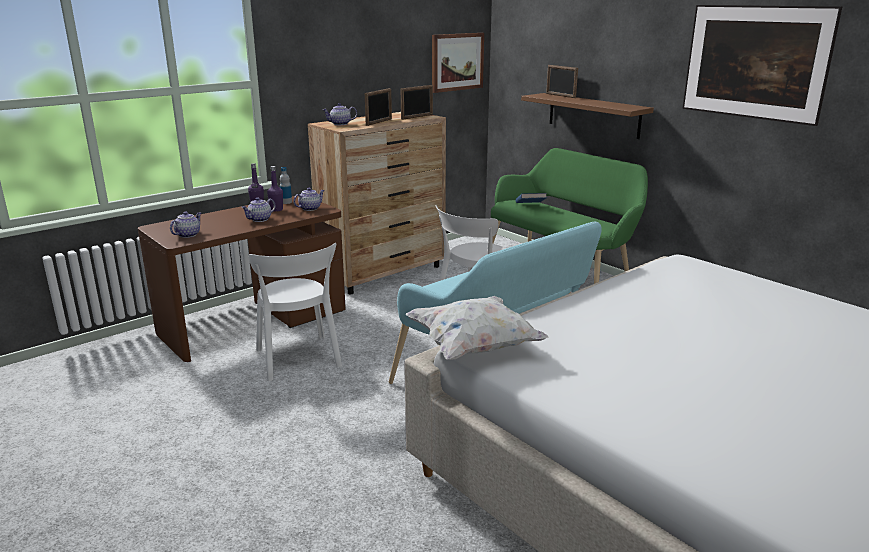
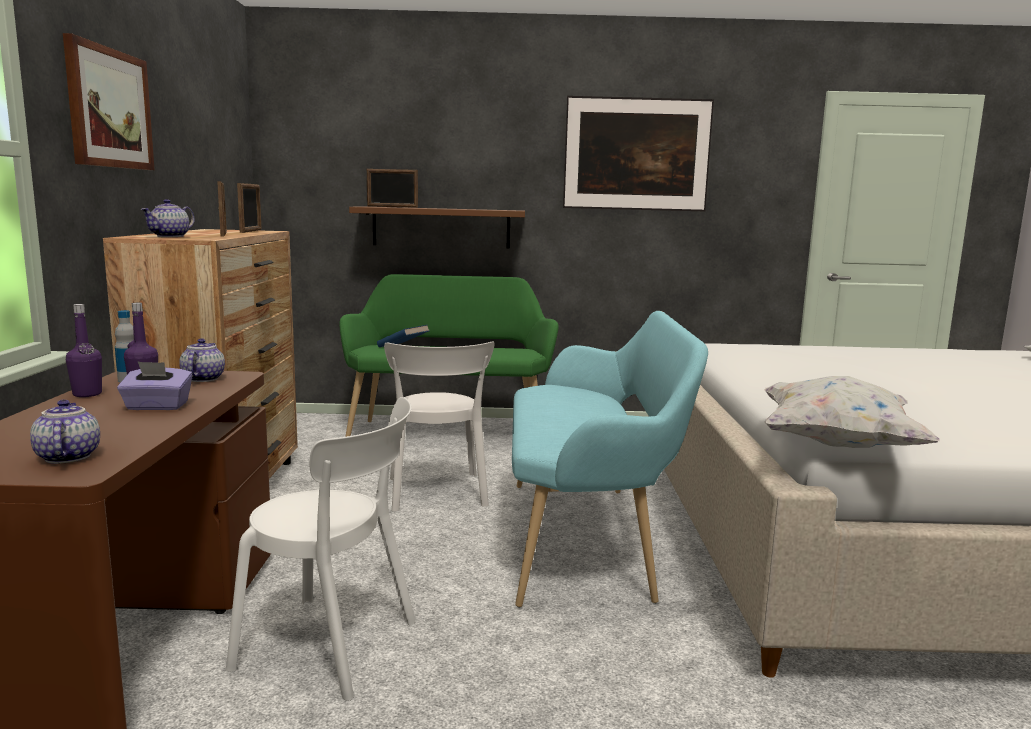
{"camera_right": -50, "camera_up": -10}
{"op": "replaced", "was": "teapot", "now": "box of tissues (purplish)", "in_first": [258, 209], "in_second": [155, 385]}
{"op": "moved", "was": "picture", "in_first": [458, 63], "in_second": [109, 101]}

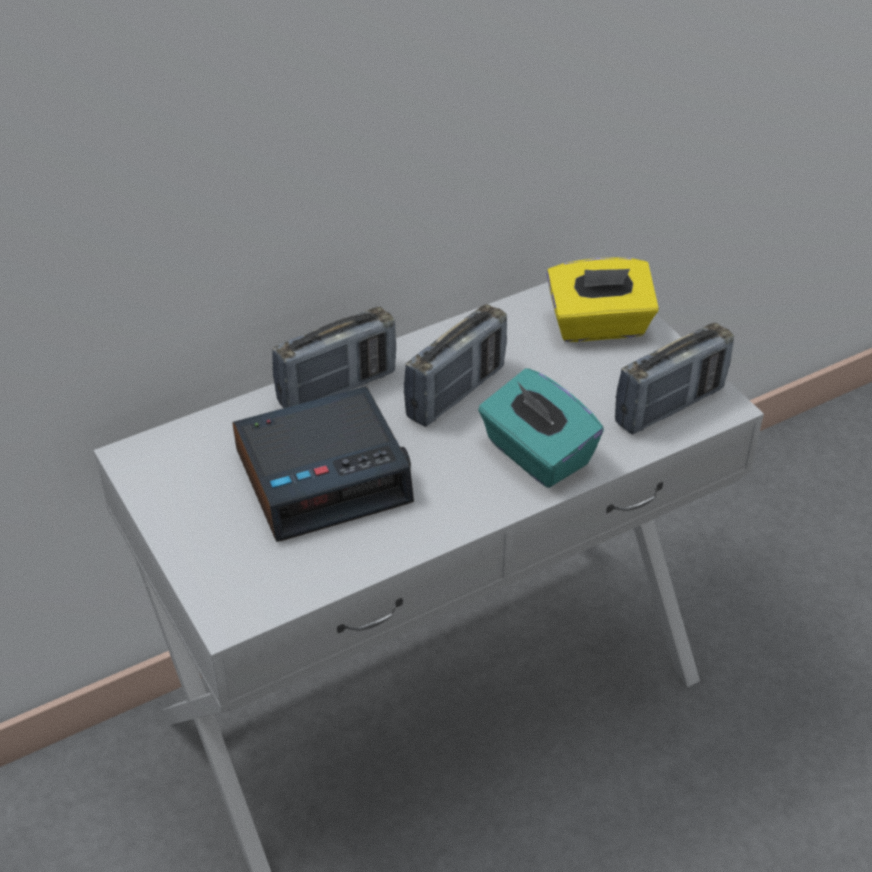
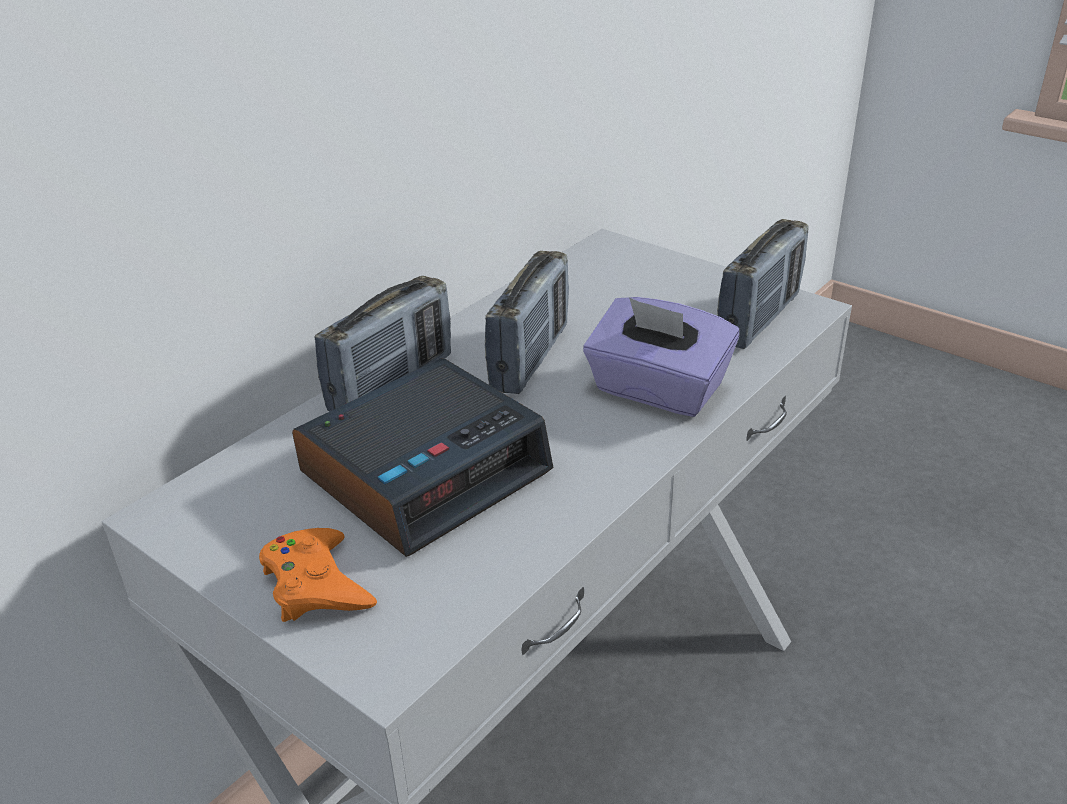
{"camera_right": -20, "camera_up": -10}
{"op": "recoloured", "was": "box of tissues (turquoise-coloured)", "now": "box of tissues (purplish)", "in_first": [541, 428], "in_second": [661, 357]}
{"op": "removed", "was": "box of tissues (yellowish)", "in_first": [603, 299]}
{"op": "added", "now": "gamepad (orange-coloured)", "in_second": [318, 575]}

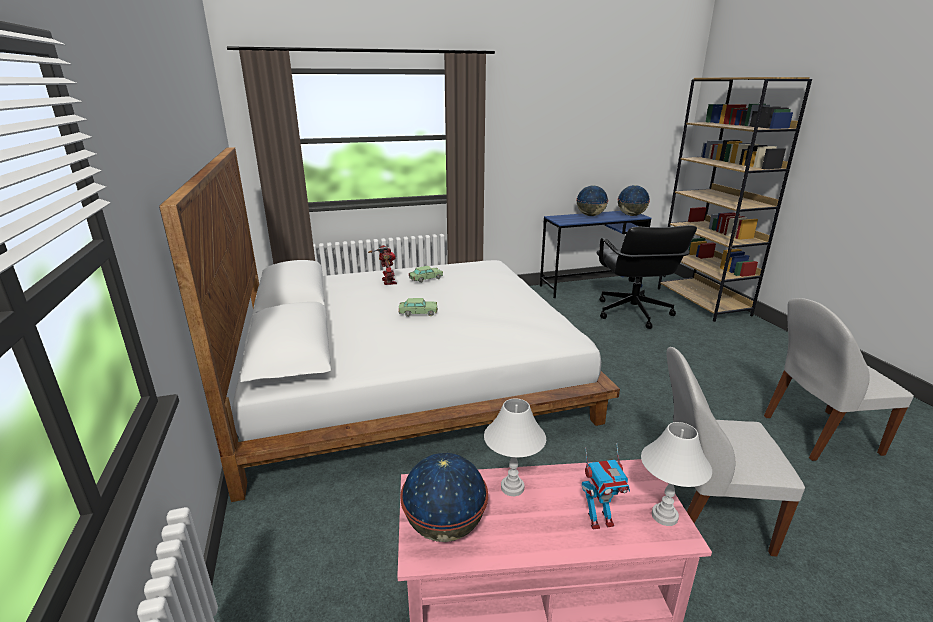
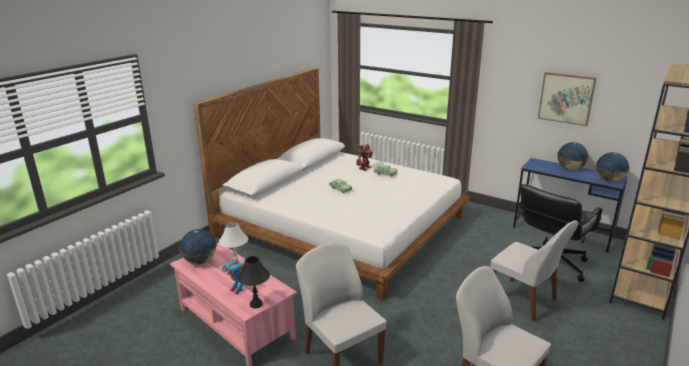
{"camera_right": 50, "camera_up": 0}
{"op": "recoloured", "was": "lamp for a table (white)", "now": "lamp for a table (blackish)", "in_first": [676, 474], "in_second": [253, 282]}
{"op": "added", "now": "upright chair (white)", "in_second": [534, 271]}
{"op": "added", "now": "picture", "in_second": [567, 99]}

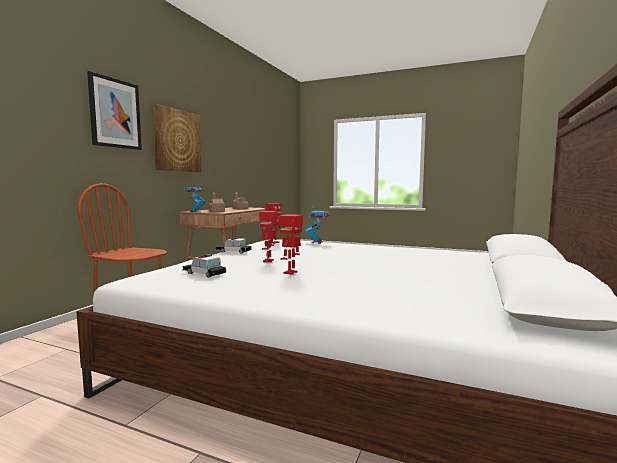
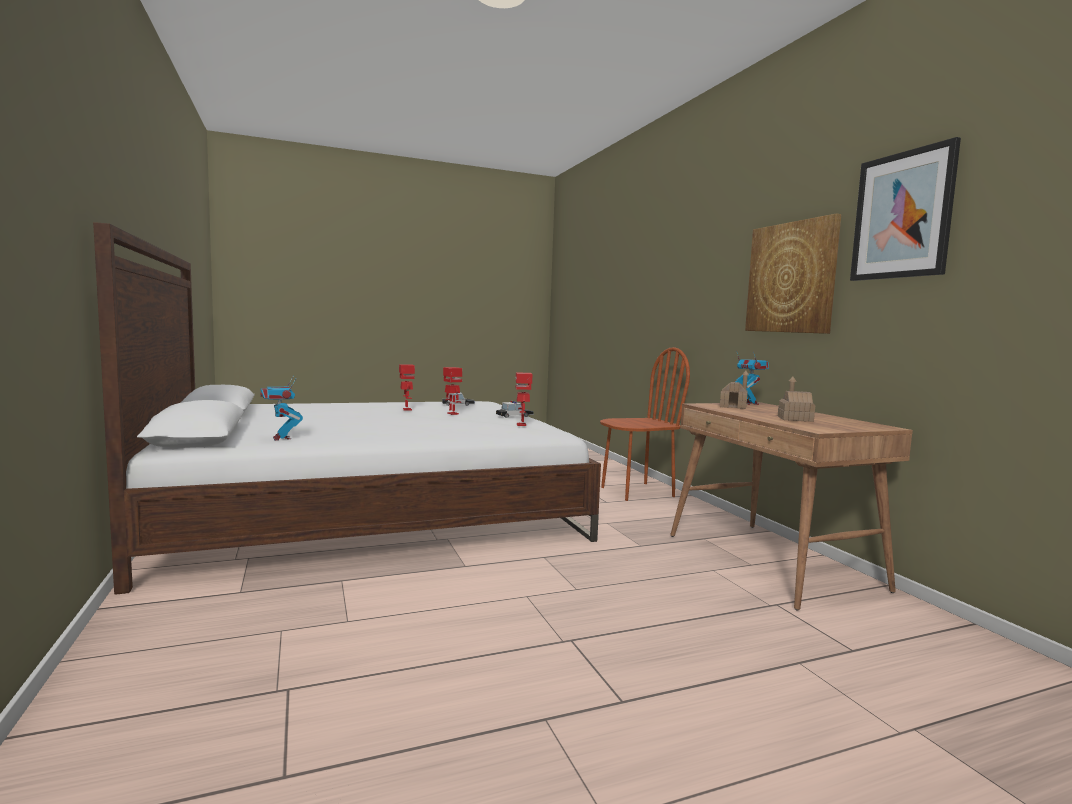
{"camera_right": 135, "camera_up": 0}
{"op": "moved", "was": "picture", "in_first": [114, 110], "in_second": [905, 209]}
{"op": "moved", "was": "toy robot", "in_first": [317, 224], "in_second": [281, 408]}

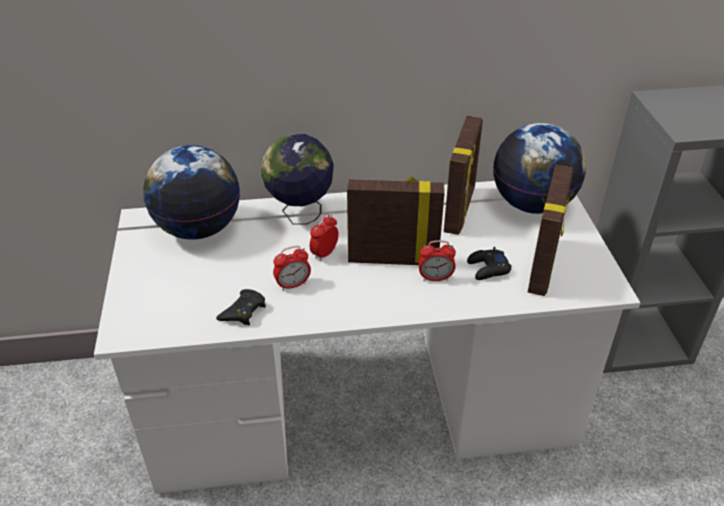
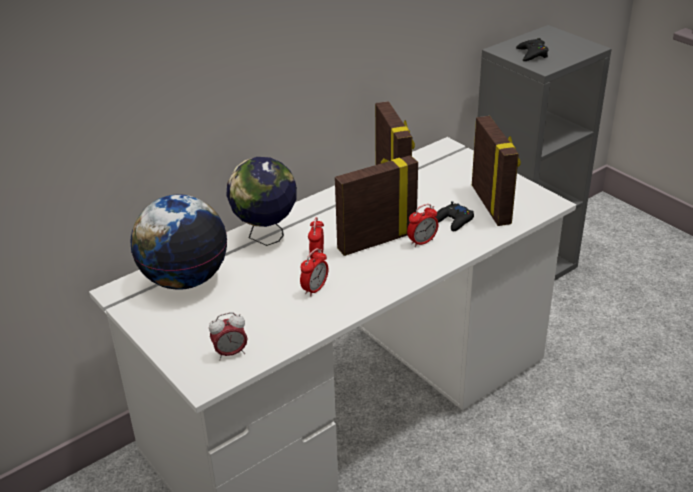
{"camera_right": -30, "camera_up": -5}
{"op": "moved", "was": "gamepad (blackish)", "in_first": [241, 307], "in_second": [532, 49]}
{"op": "removed", "was": "world globe", "in_first": [539, 168]}
{"op": "added", "now": "table clock", "in_second": [228, 336]}

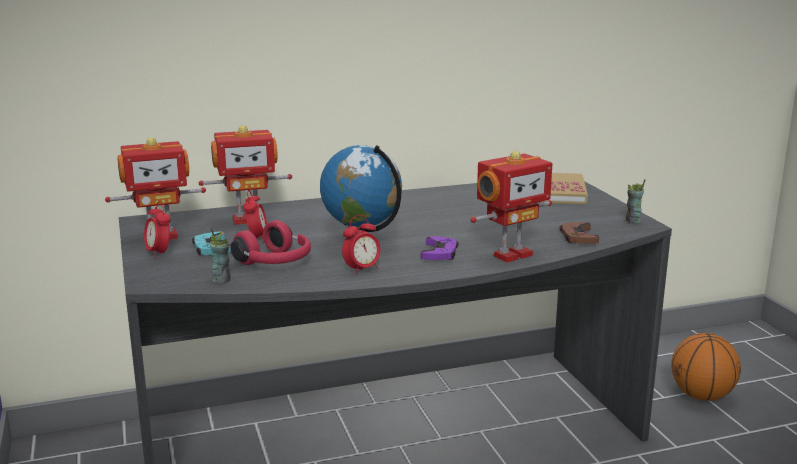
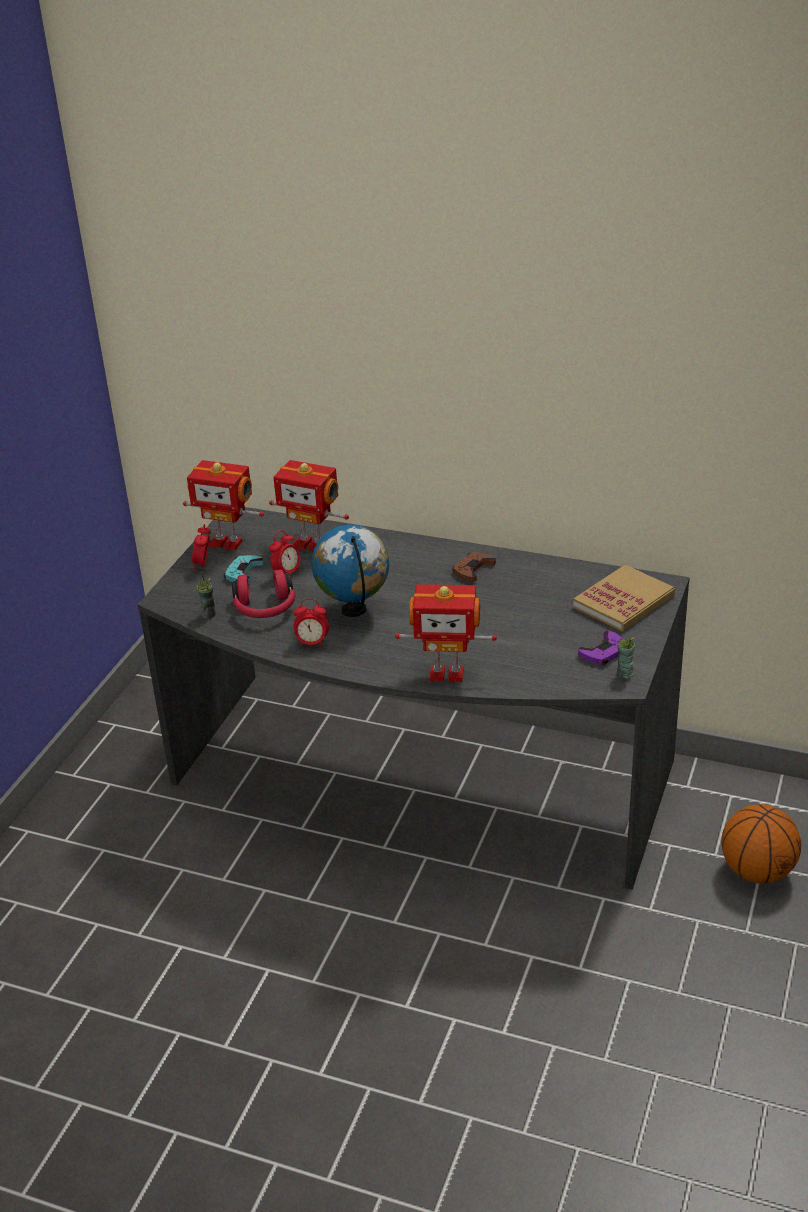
{"camera_right": 40, "camera_up": 15}
{"op": "moved", "was": "gamepad (purplish)", "in_first": [440, 248], "in_second": [601, 648]}
{"op": "moved", "was": "gamepad (brown)", "in_first": [579, 233], "in_second": [474, 567]}

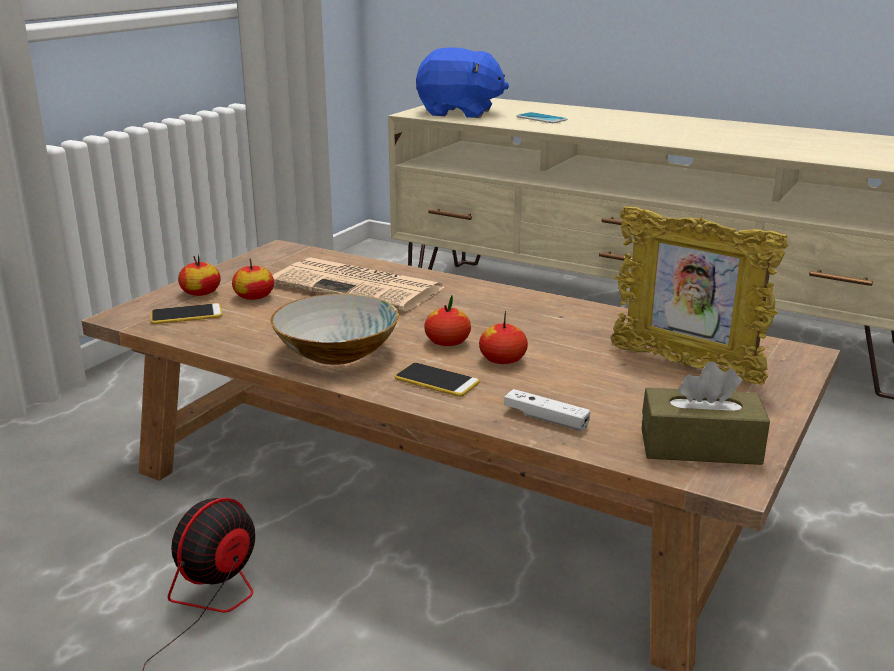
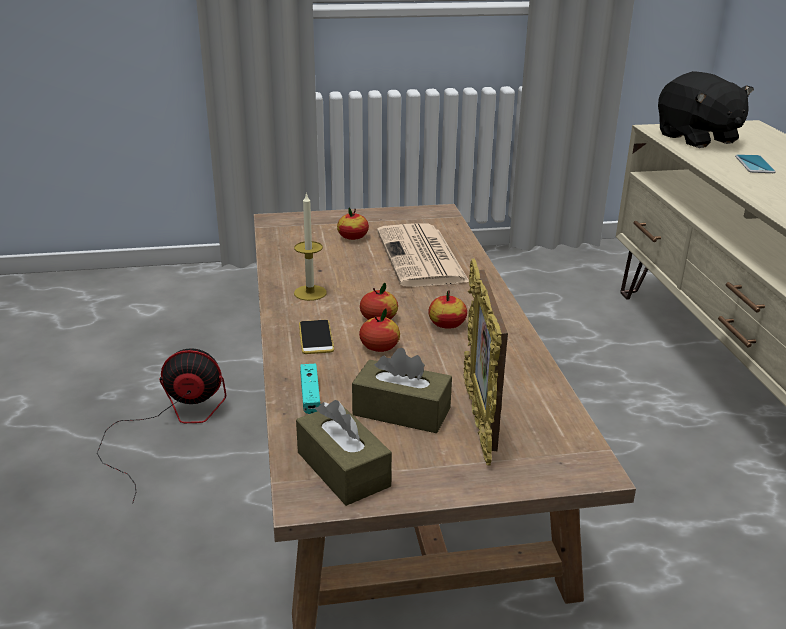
{"camera_right": 50, "camera_up": 5}
{"op": "removed", "was": "handset", "in_first": [186, 313]}
{"op": "moved", "was": "apple", "in_first": [199, 275], "in_second": [447, 309]}
{"op": "replaced", "was": "deep dish", "now": "wax light", "in_first": [334, 329], "in_second": [310, 247]}
{"op": "recoloured", "was": "soft toy (blue)", "now": "soft toy (blackish)", "in_first": [462, 82], "in_second": [706, 109]}
{"op": "recoloured", "was": "gamepad (white)", "now": "gamepad (turquoise-coloured)", "in_first": [547, 410], "in_second": [310, 388]}
{"op": "added", "now": "box of tissues (brown)", "in_second": [402, 390]}

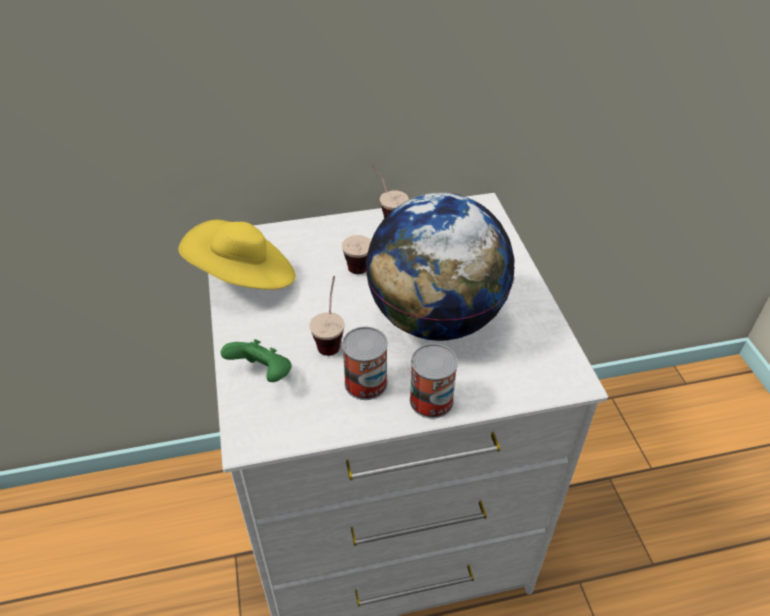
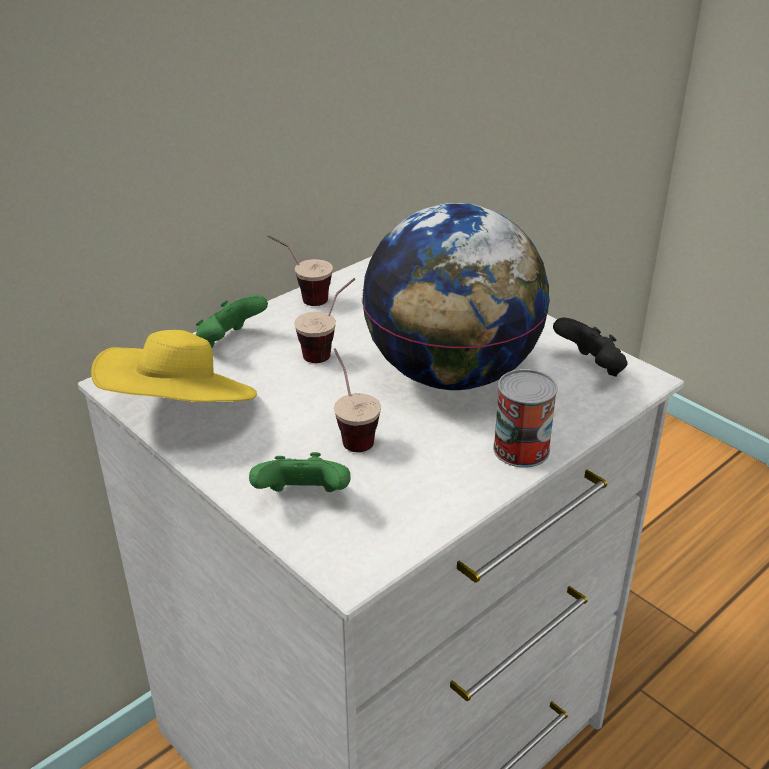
{"camera_right": -30, "camera_up": -10}
{"op": "removed", "was": "metal can", "in_first": [365, 363]}
{"op": "added", "now": "gamepad (green)", "in_second": [231, 321]}
{"op": "added", "now": "gamepad (blackish)", "in_second": [590, 347]}

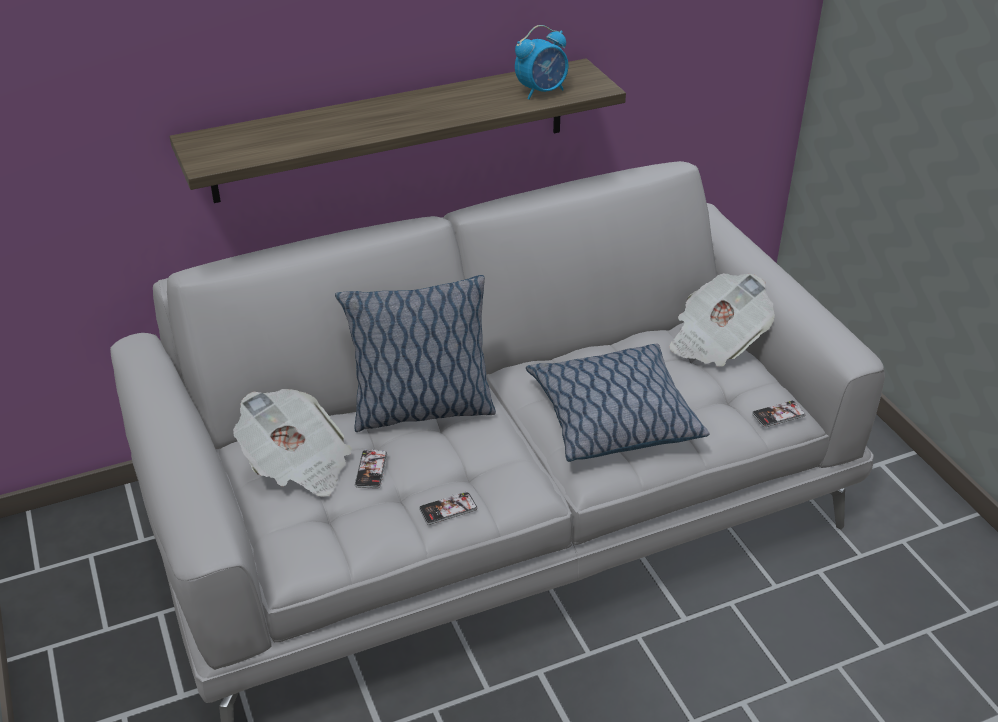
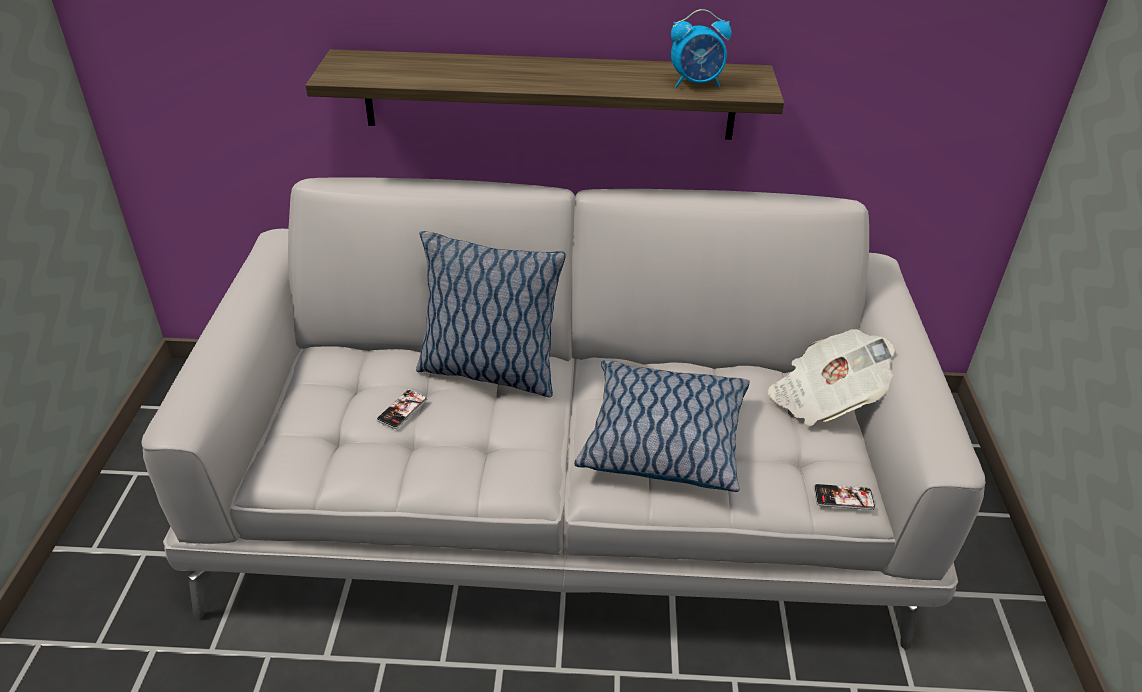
{"camera_right": 25, "camera_up": 0}
{"op": "removed", "was": "printed paper", "in_first": [292, 443]}
{"op": "removed", "was": "handset", "in_first": [448, 508]}

